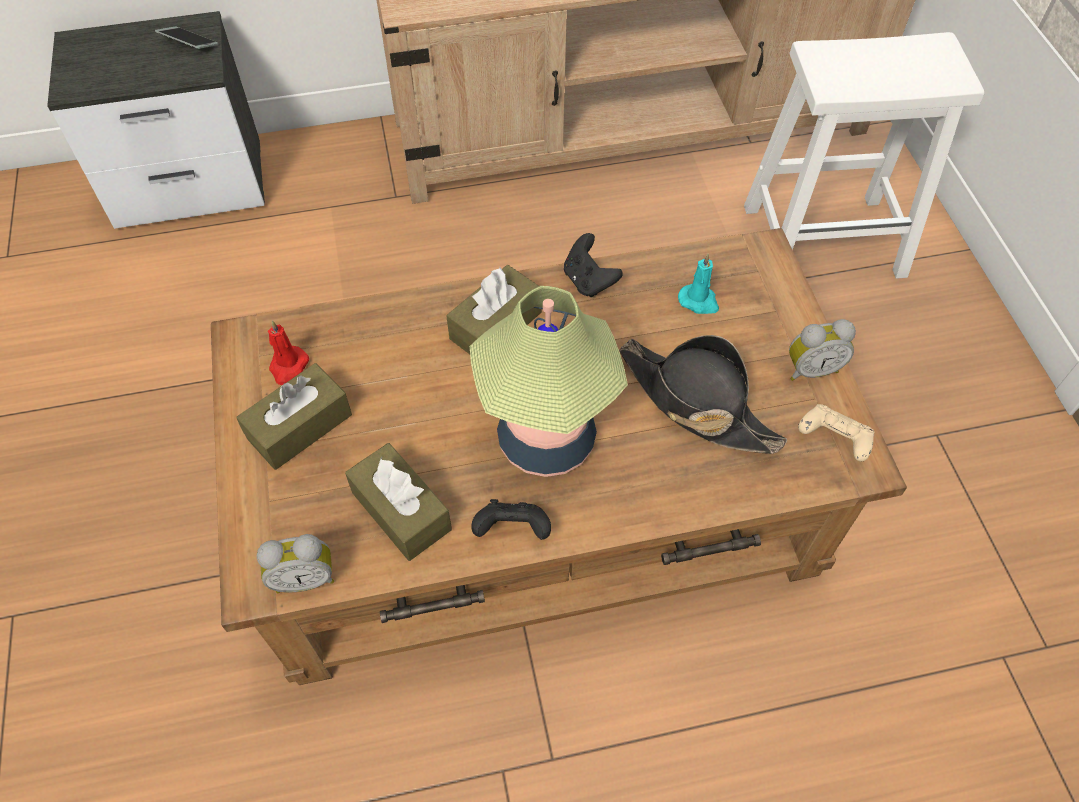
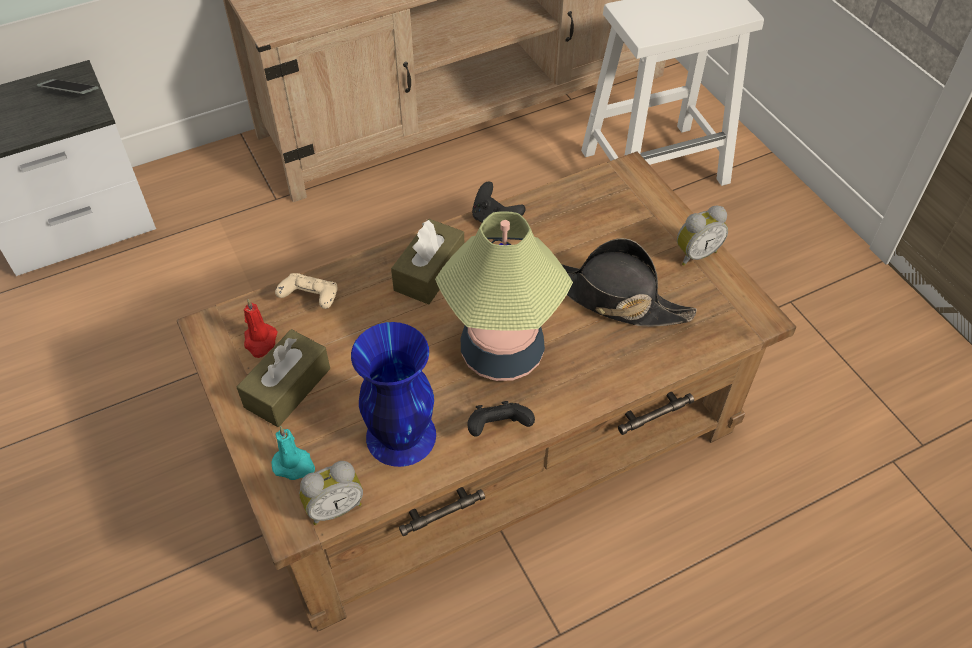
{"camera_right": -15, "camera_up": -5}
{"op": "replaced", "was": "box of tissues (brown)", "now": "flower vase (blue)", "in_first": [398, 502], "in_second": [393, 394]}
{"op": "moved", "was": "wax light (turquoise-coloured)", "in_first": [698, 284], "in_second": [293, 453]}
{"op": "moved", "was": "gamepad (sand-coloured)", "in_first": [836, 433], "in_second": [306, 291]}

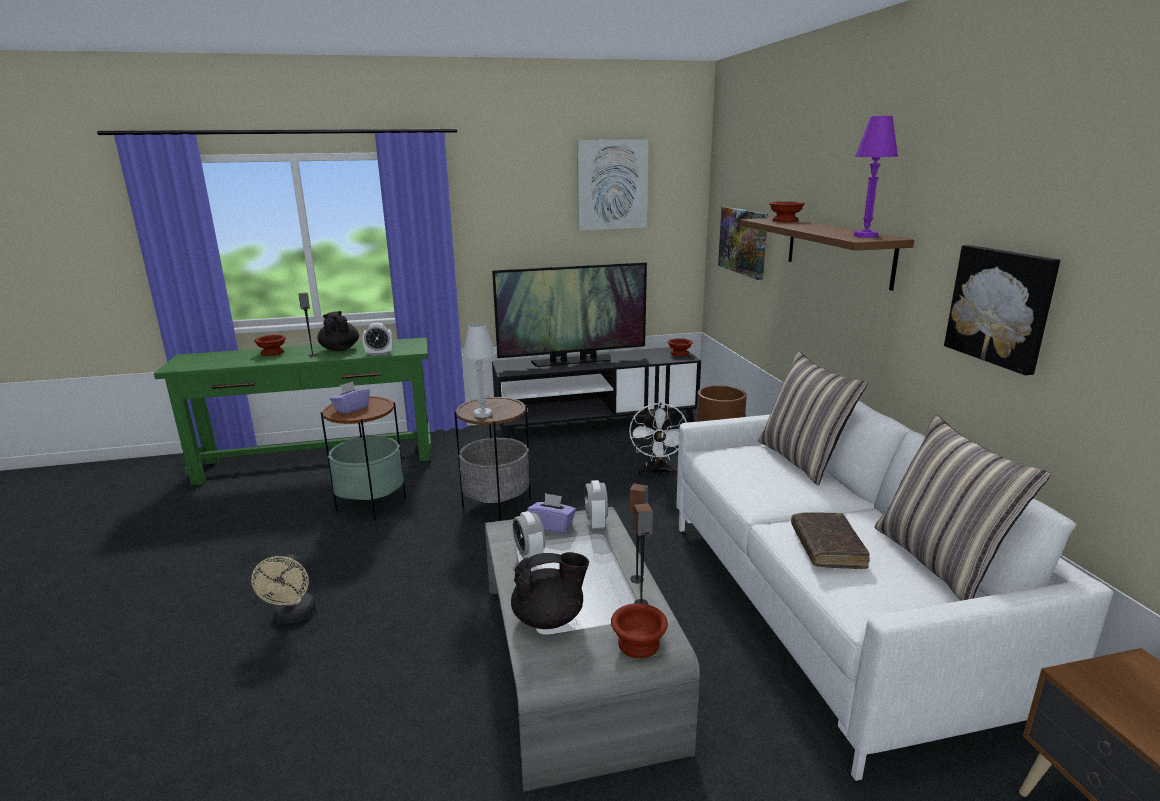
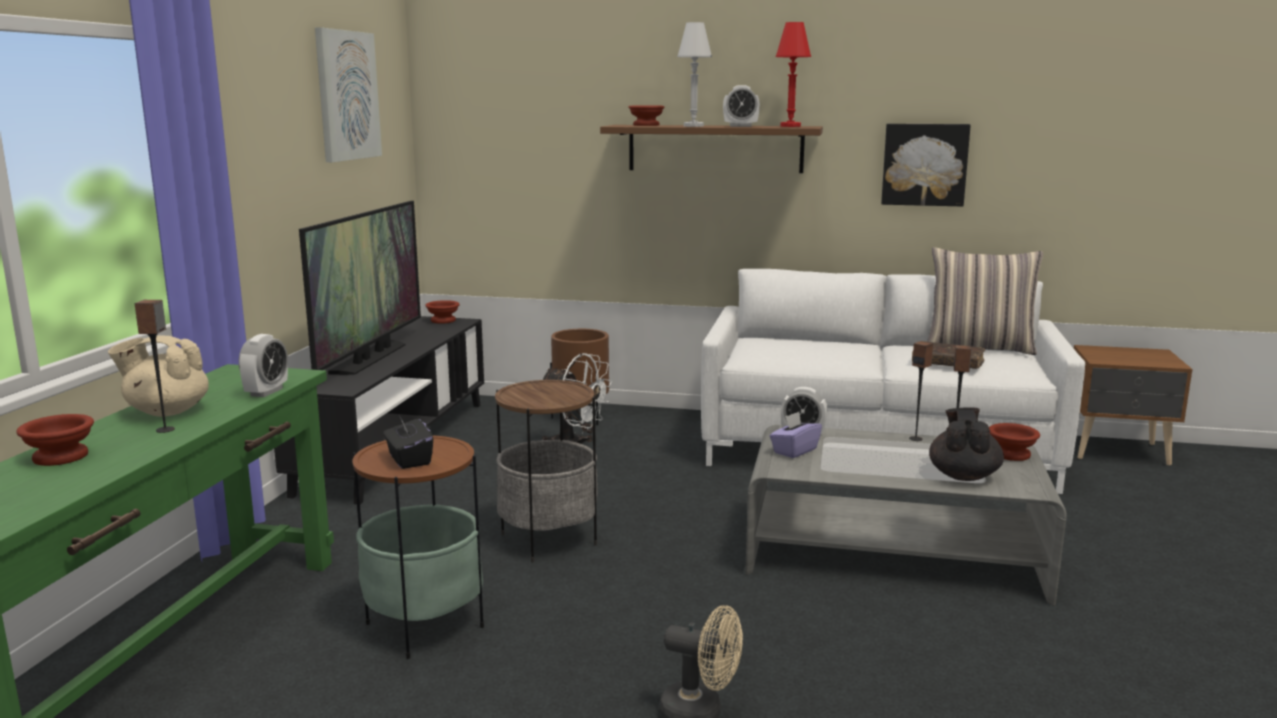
{"camera_right": -65, "camera_up": -5}
{"op": "recoloured", "was": "teapot (blackish)", "now": "teapot (sand-coloured)", "in_first": [338, 331], "in_second": [158, 376]}
{"op": "recoloured", "was": "box of tissues (purplish)", "now": "box of tissues (blackish)", "in_first": [350, 397], "in_second": [408, 443]}
{"op": "moved", "was": "lamp for a table (white)", "in_first": [478, 370], "in_second": [694, 74]}
{"op": "moved", "was": "table clock", "in_first": [529, 535], "in_second": [741, 106]}
{"op": "removed", "was": "picture", "in_first": [743, 243]}
{"op": "removed", "was": "throw pillow", "in_first": [813, 418]}
{"op": "recoloured", "was": "lamp for a table (purplish)", "now": "lamp for a table (red)", "in_first": [876, 177], "in_second": [793, 74]}

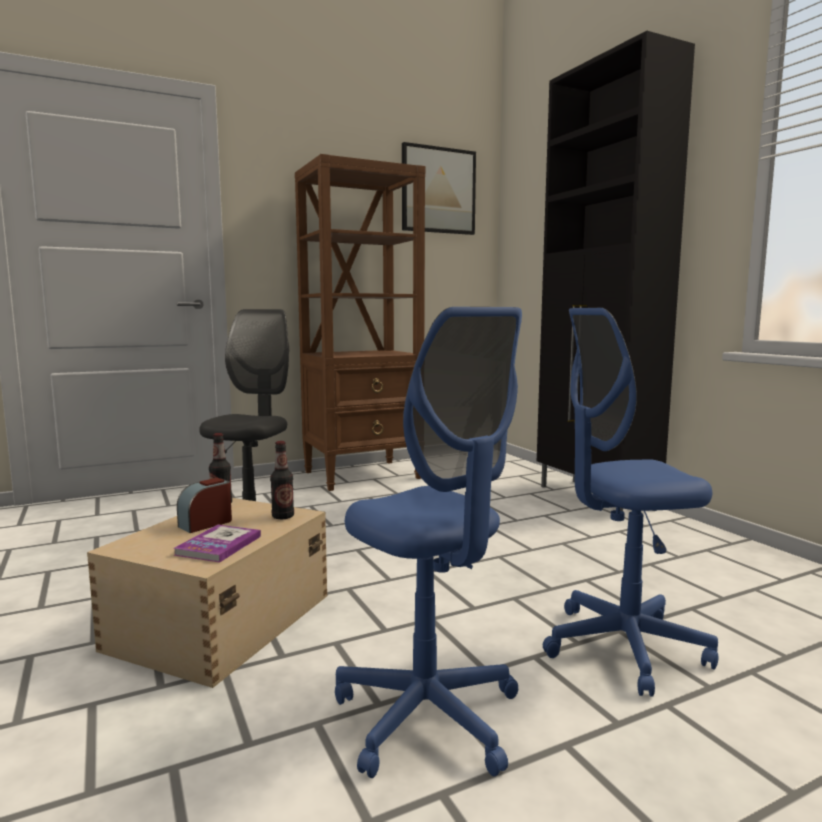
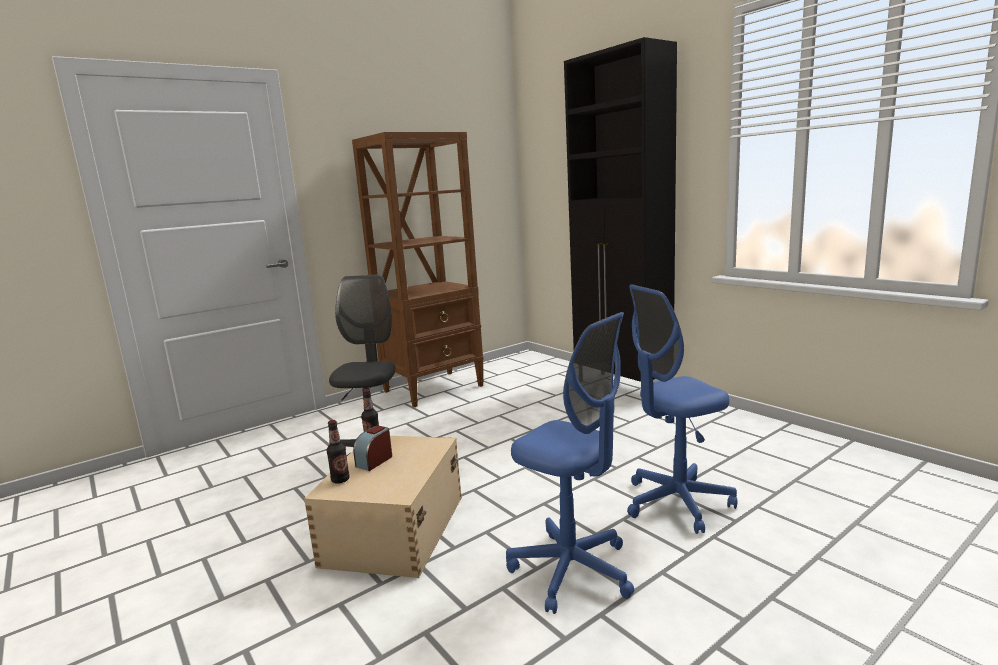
{"camera_right": -10, "camera_up": 5}
{"op": "removed", "was": "book", "in_first": [217, 544]}
{"op": "moved", "was": "beverage bottle", "in_first": [282, 480], "in_second": [338, 452]}
{"op": "removed", "was": "picture", "in_first": [439, 188]}

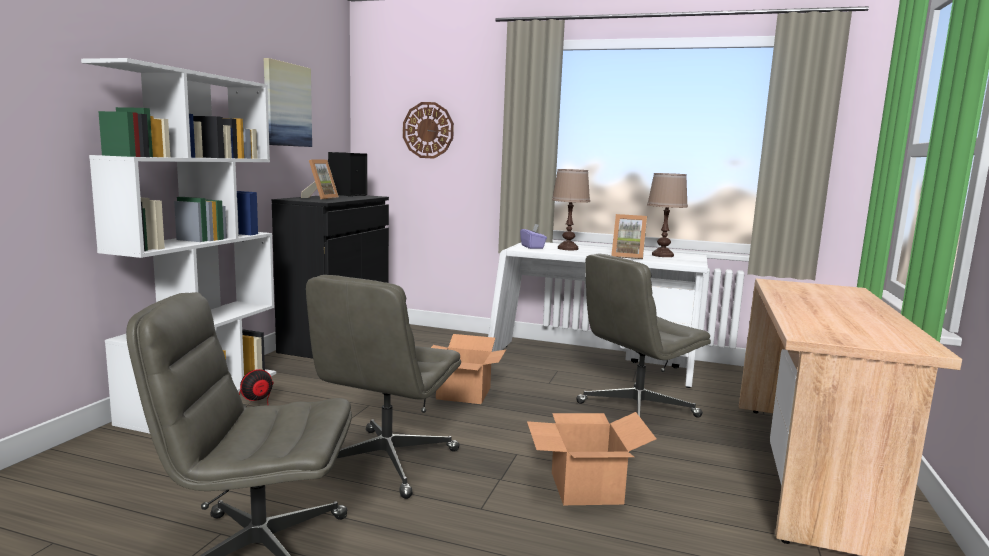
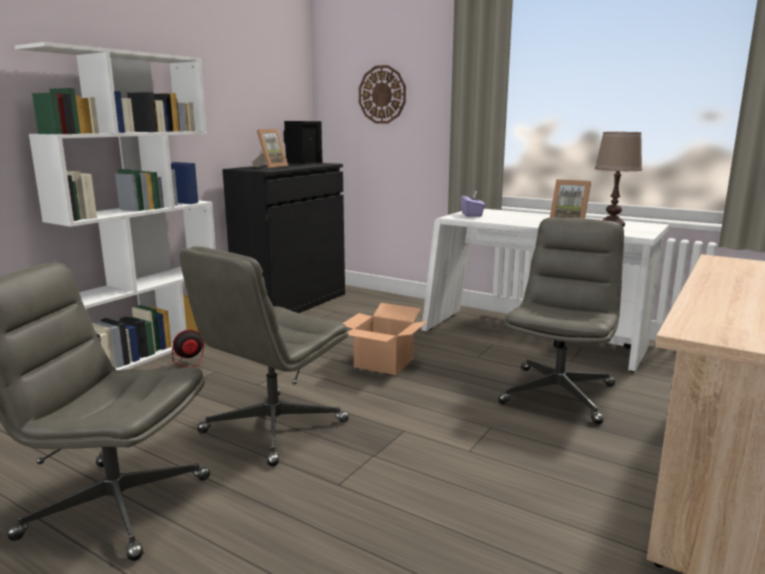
{"camera_right": 15, "camera_up": 5}
{"op": "removed", "was": "picture", "in_first": [288, 102]}
{"op": "removed", "was": "carton", "in_first": [591, 458]}
{"op": "removed", "was": "lamp for a table (brown)", "in_first": [571, 209]}
{"op": "turned", "was": "computer chair (grey)", "in_first": [643, 336], "in_second": [561, 320], "clockwise": 135}

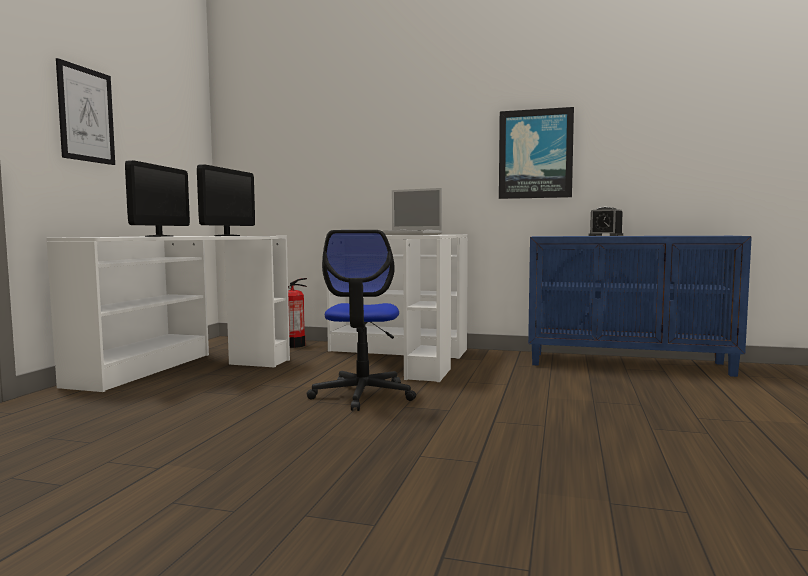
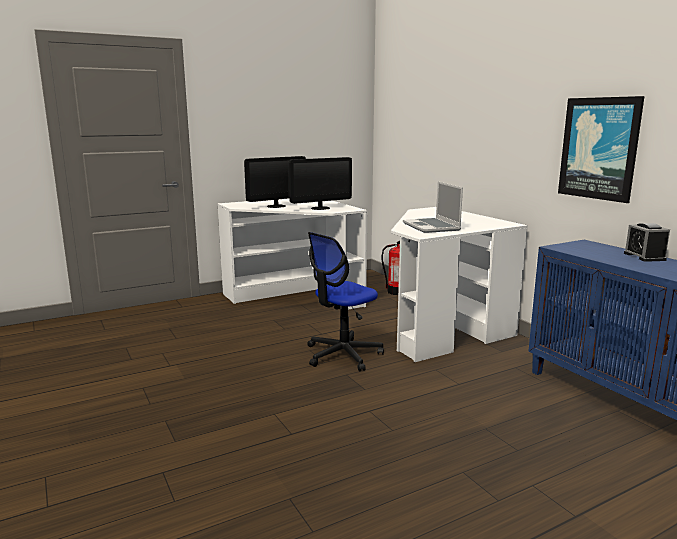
{"camera_right": 45, "camera_up": 10}
{"op": "removed", "was": "picture", "in_first": [85, 111]}

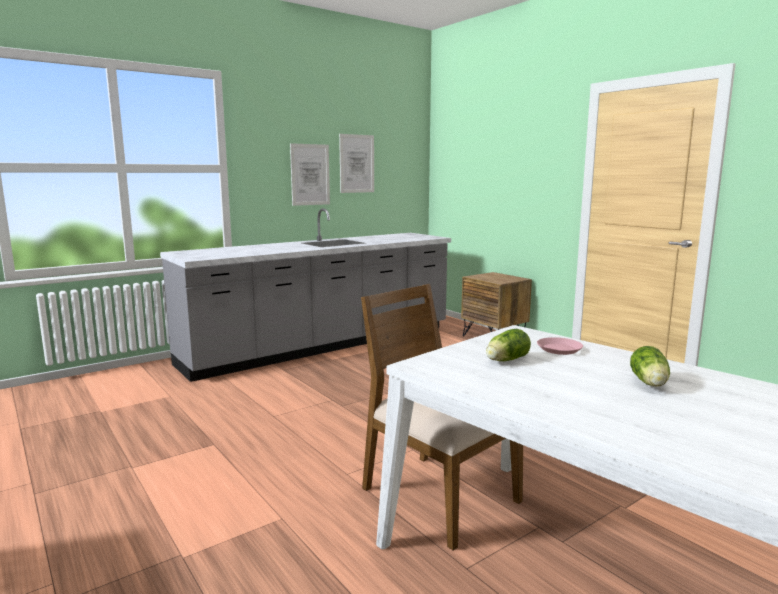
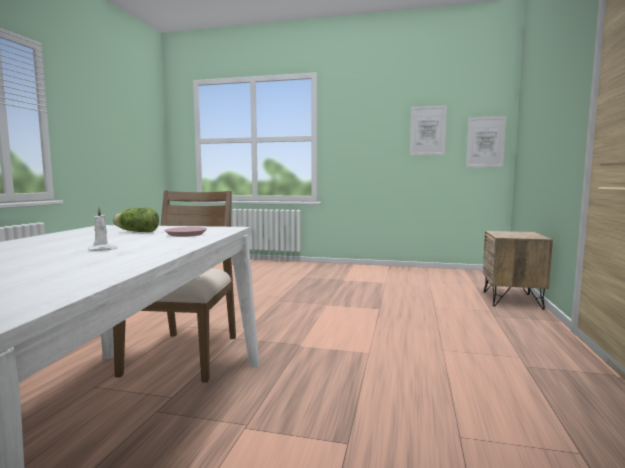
{"camera_right": 50, "camera_up": -5}
{"op": "removed", "was": "kitchen base unit (grey)", "in_first": [305, 295]}
{"op": "moved", "was": "picture", "in_first": [310, 174], "in_second": [486, 141]}
{"op": "replaced", "was": "lettuce", "now": "wax light (white)", "in_first": [650, 366], "in_second": [103, 229]}

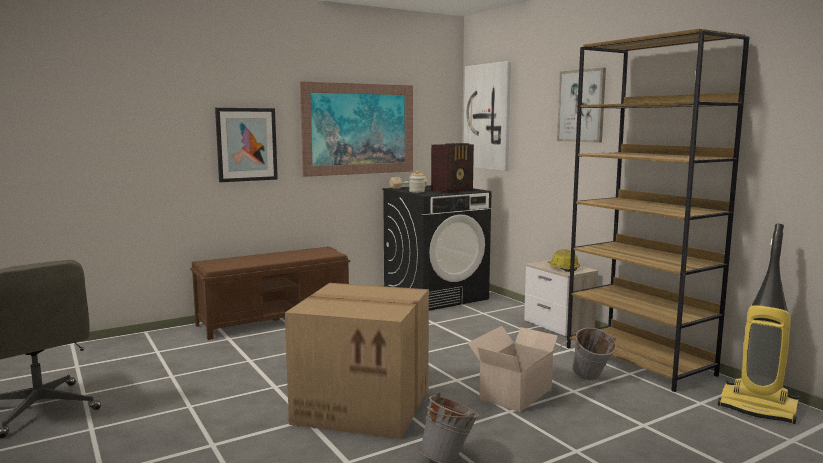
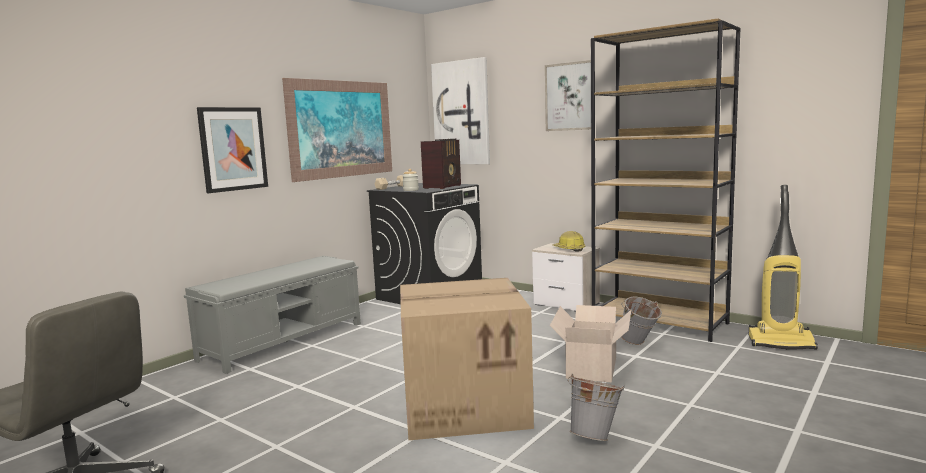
{"camera_right": -20, "camera_up": 0}
{"op": "recoloured", "was": "indoor bench (brown)", "now": "indoor bench (grey)", "in_first": [270, 293], "in_second": [272, 315]}

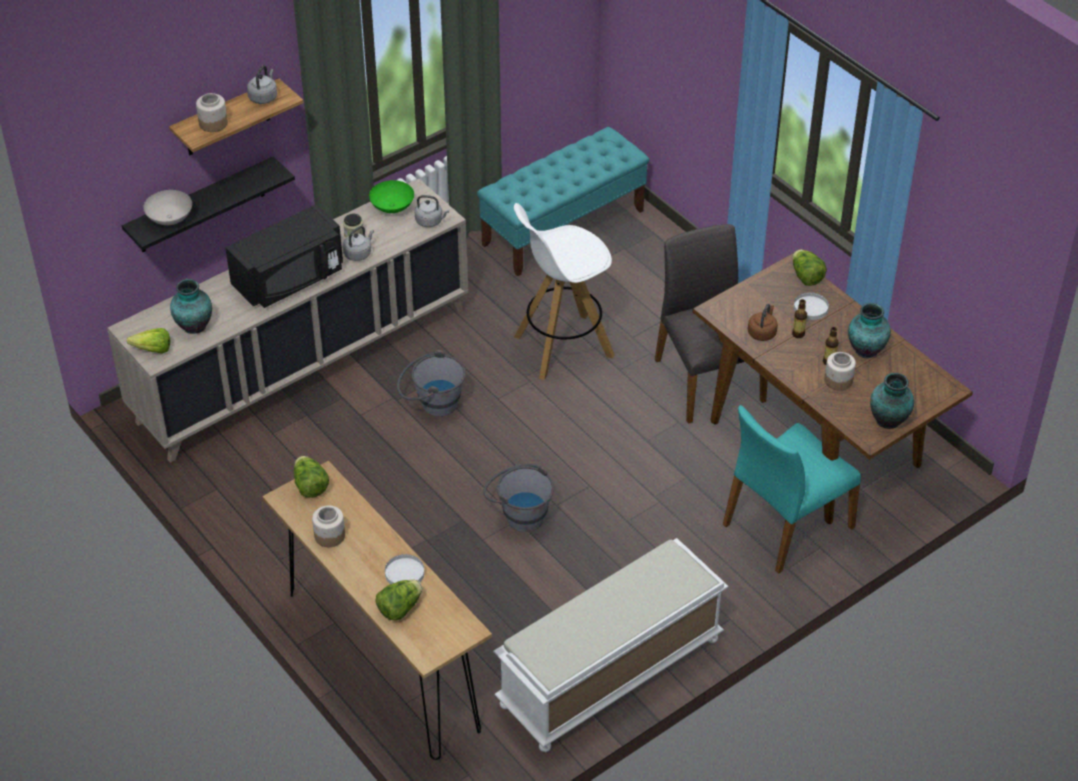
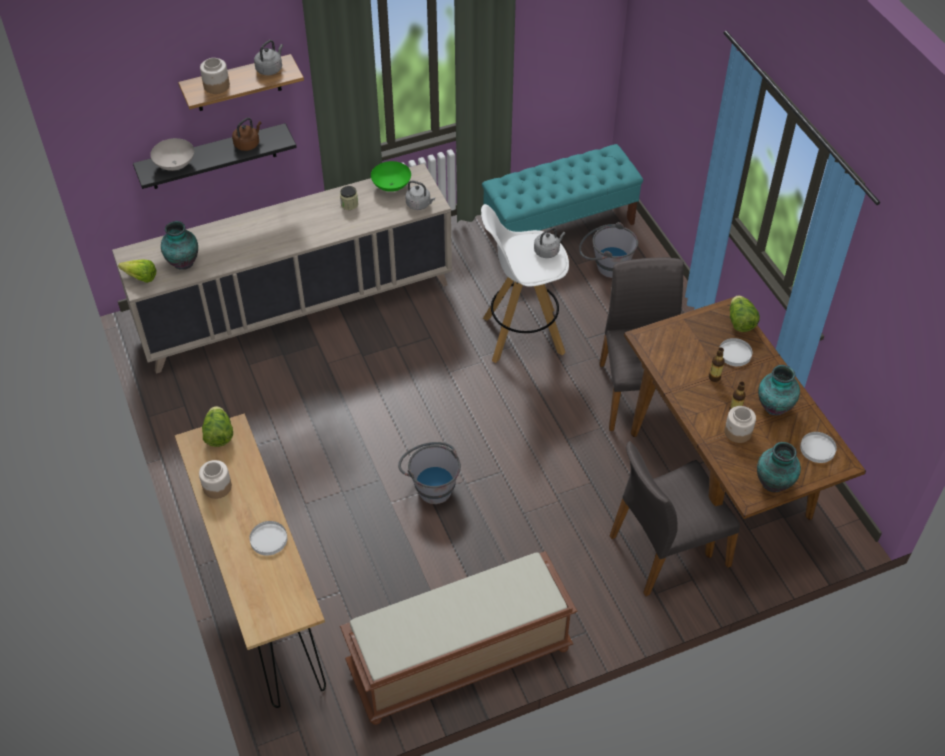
{"camera_right": 15, "camera_up": 5}
{"op": "removed", "was": "kitchen microwave (blackish)", "in_first": [284, 256]}
{"op": "moved", "was": "kettle (grey)", "in_first": [358, 243], "in_second": [549, 242]}
{"op": "removed", "was": "lettuce", "in_first": [398, 600]}
{"op": "moved", "was": "water bucket (grey)", "in_first": [431, 383], "in_second": [608, 250]}
{"op": "recoloured", "was": "indoor bench (white)", "now": "indoor bench (brown)", "in_first": [611, 645], "in_second": [459, 638]}
{"op": "recoloured", "was": "upright chair (turquoise-coloured)", "now": "upright chair (grey)", "in_first": [792, 489], "in_second": [675, 519]}
{"op": "moved", "was": "kettle (brown)", "in_first": [763, 322], "in_second": [246, 134]}
{"op": "added", "now": "plate (white)", "in_second": [818, 447]}

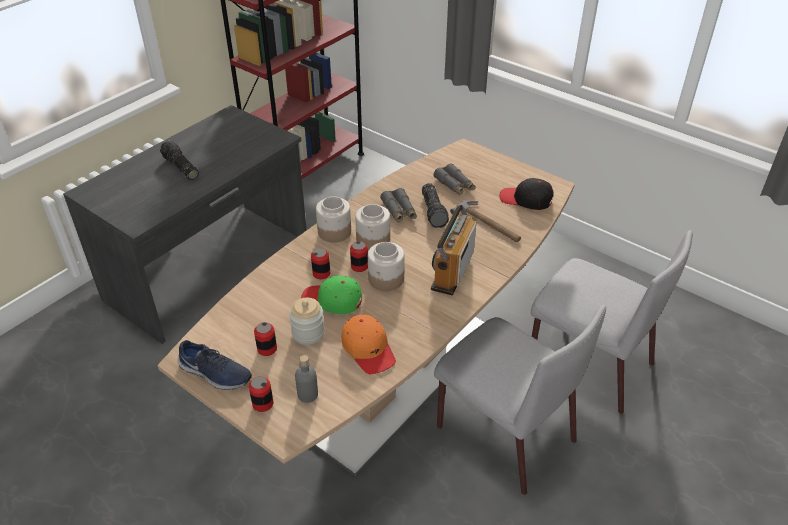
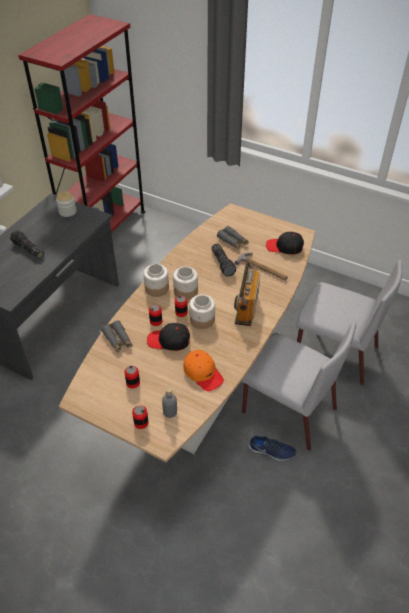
{"camera_right": -10, "camera_up": 5}
{"op": "moved", "was": "item of footwear (blue)", "in_first": [214, 365], "in_second": [272, 448]}
{"op": "moved", "was": "storage jar", "in_first": [307, 321], "in_second": [66, 204]}
{"op": "recoloured", "was": "baseball cap (green)", "now": "baseball cap (blackish)", "in_first": [331, 295], "in_second": [168, 337]}
{"op": "moved", "was": "field glasses (grey)", "in_first": [398, 205], "in_second": [117, 336]}

